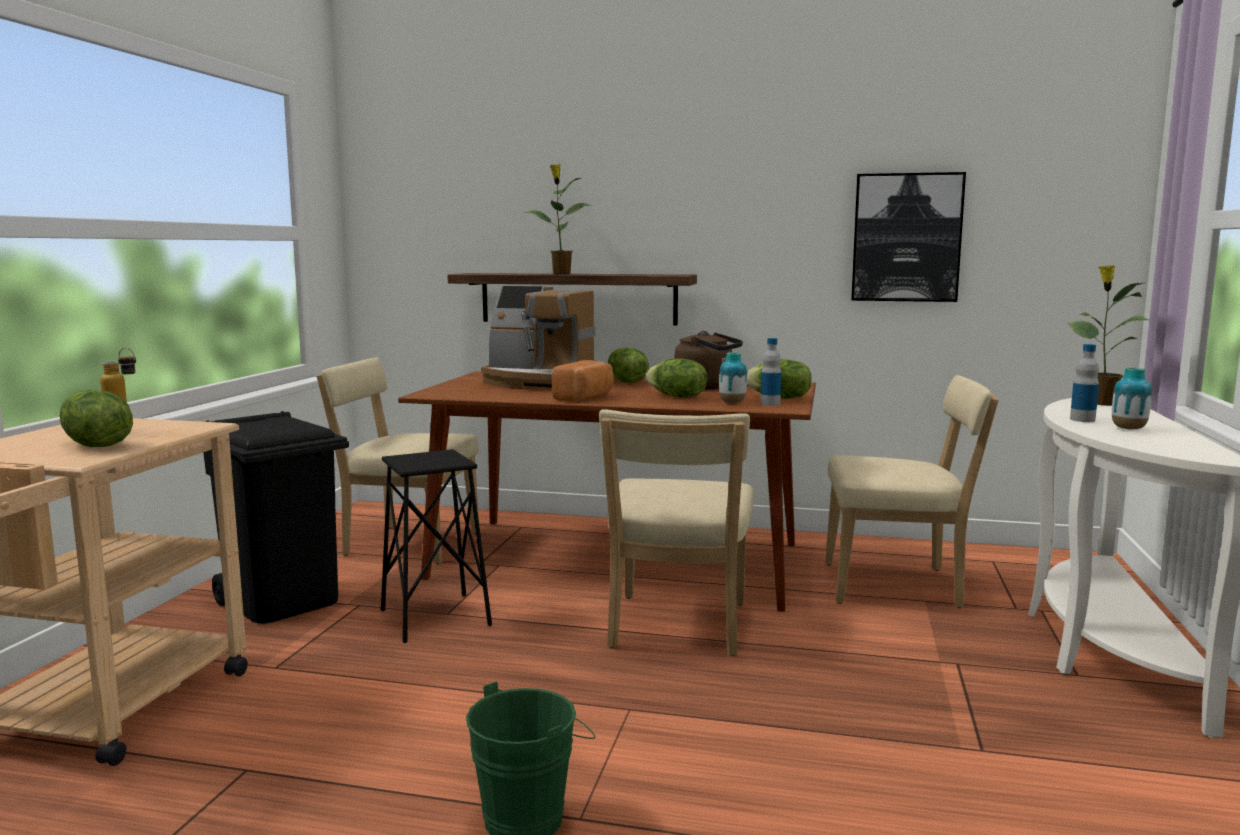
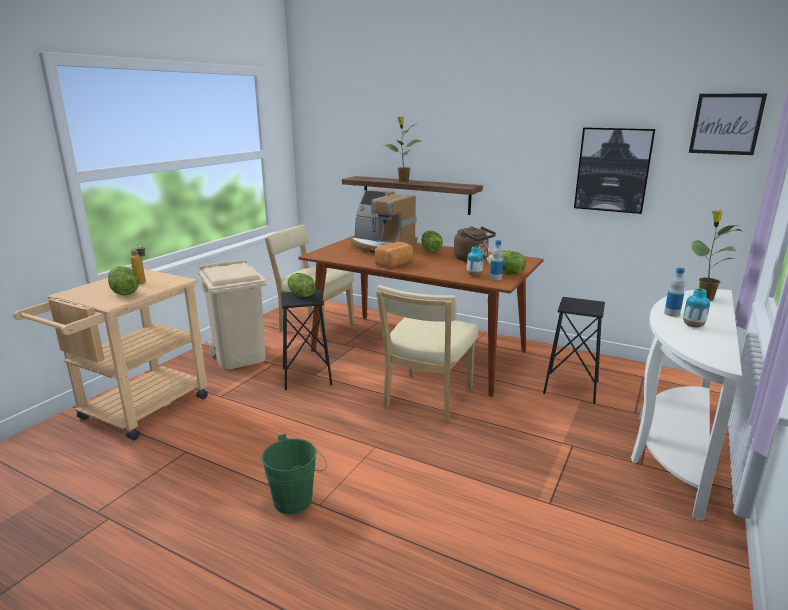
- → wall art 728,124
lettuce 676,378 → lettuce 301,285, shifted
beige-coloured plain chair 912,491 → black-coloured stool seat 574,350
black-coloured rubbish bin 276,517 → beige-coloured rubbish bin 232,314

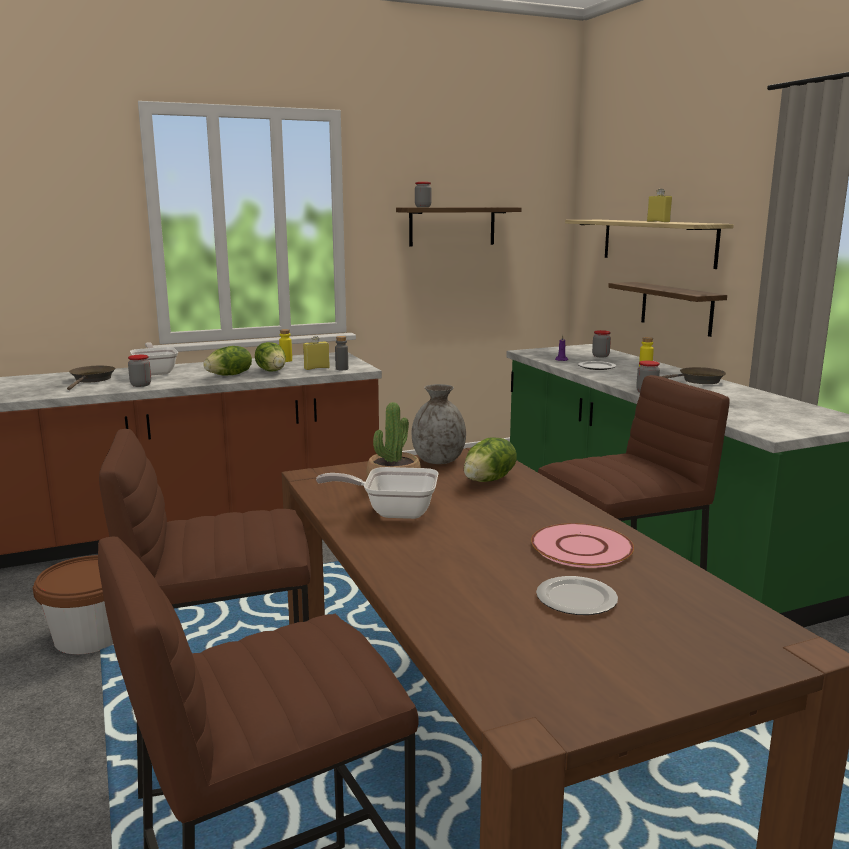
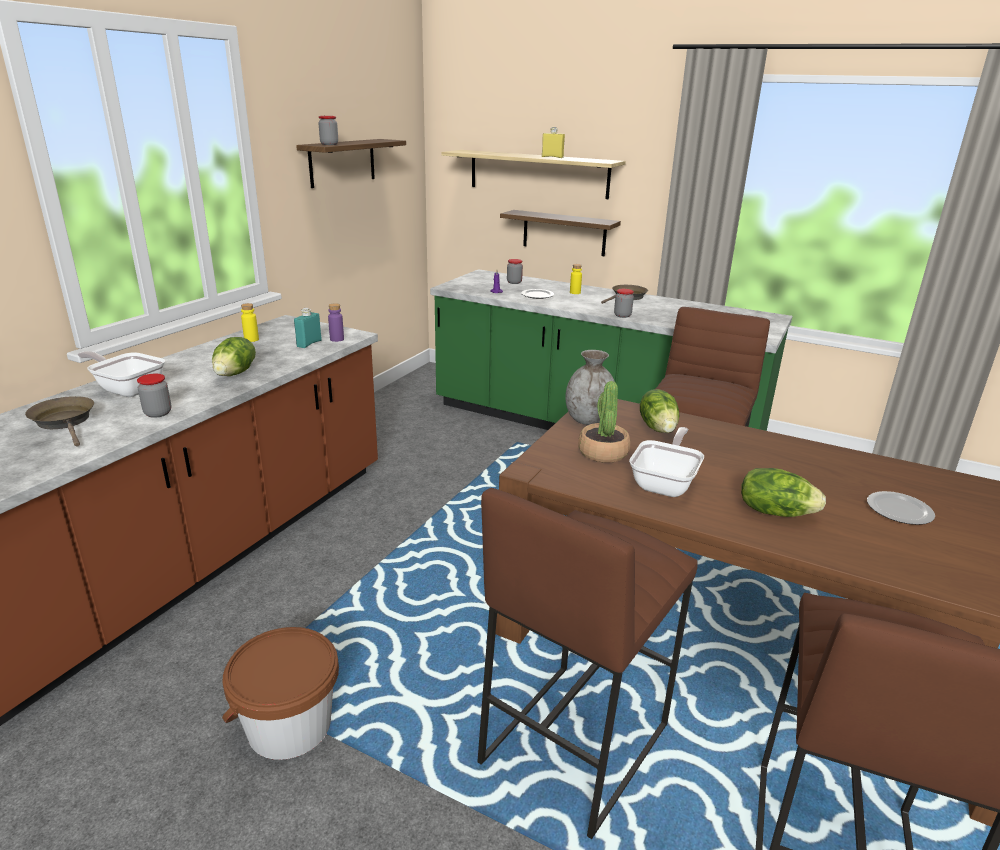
pink-coloured plate 582,545 → -
lettuce 270,356 → lettuce 783,492, shifted
yellow bottle 316,353 → turquoise bottle 308,328
grey bottle 341,353 → purplish bottle 336,322
pan 377,493 → pan 666,462, 150 degrees clockwise

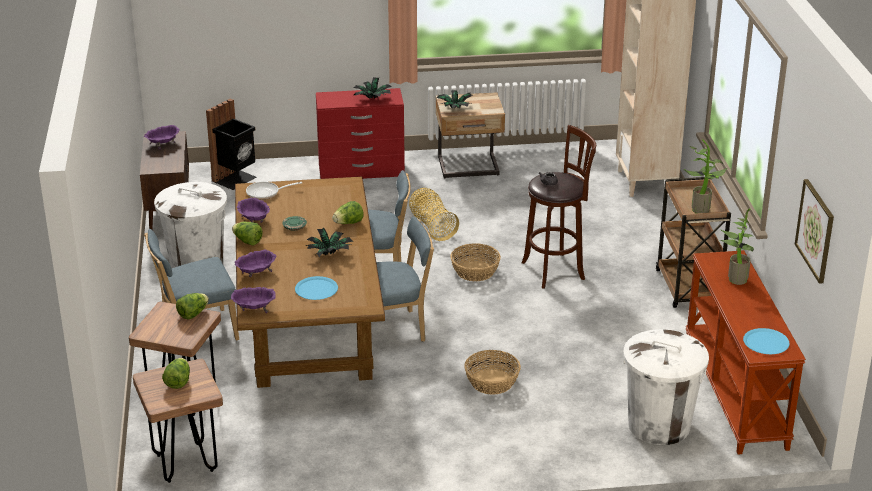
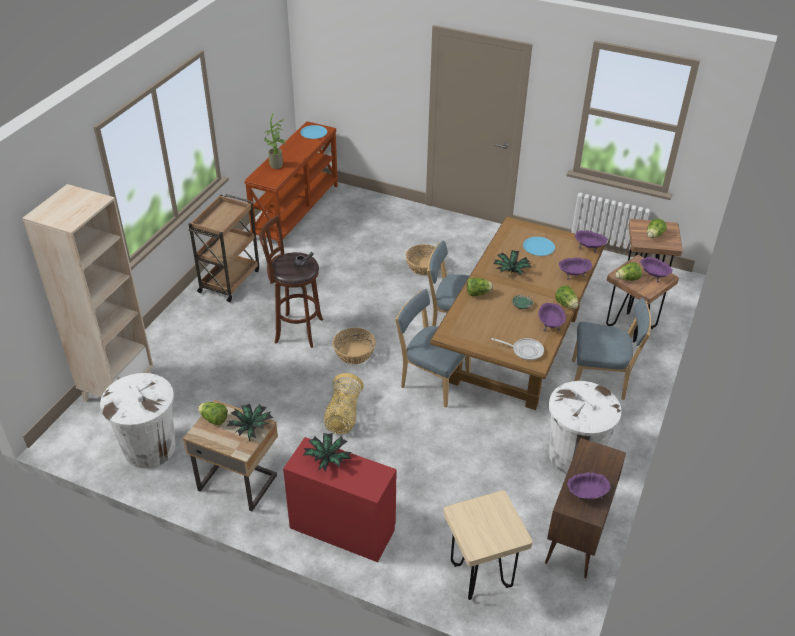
houseplant 705,176 → -
wall art 814,231 → -
- → lettuce 213,413
- → purplish deep dish 656,269
whitish rubbish bin 666,387 → whitish rubbish bin 138,420, shifted
black-coloured rubbish bin 231,144 → beige-coloured stool seat 488,545

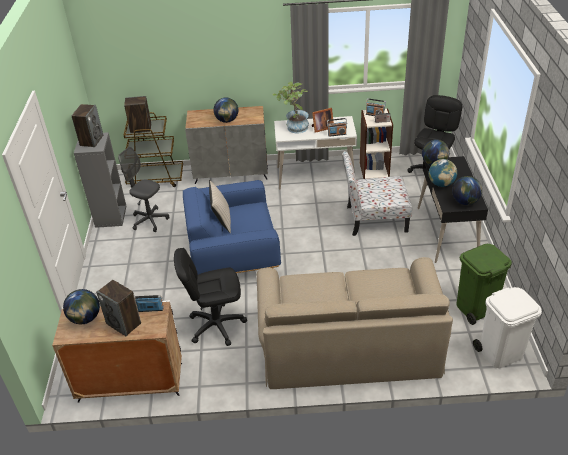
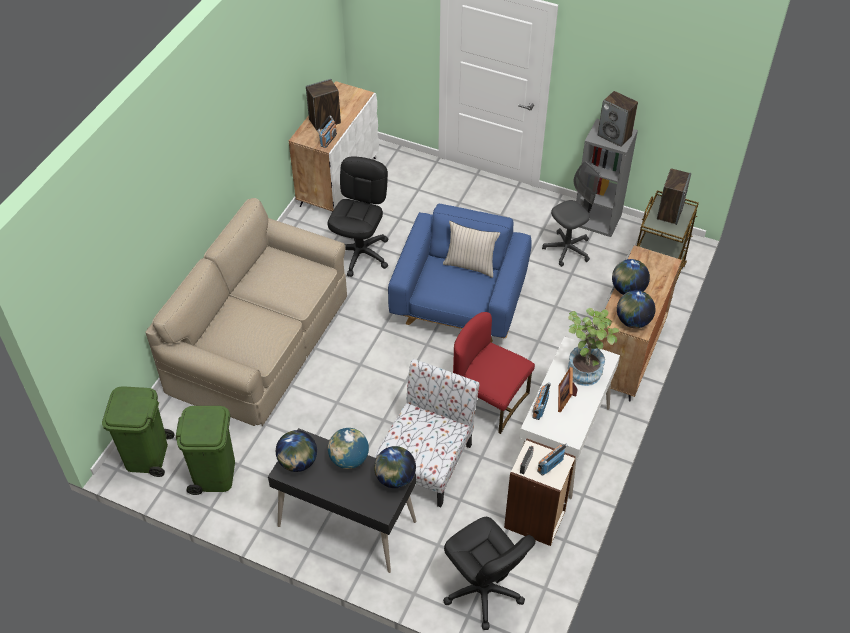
- → reddish plain chair 494,373
globe 81,306 → globe 636,309, shifted
whitish rubbish bin 507,327 → green-coloured rubbish bin 138,431

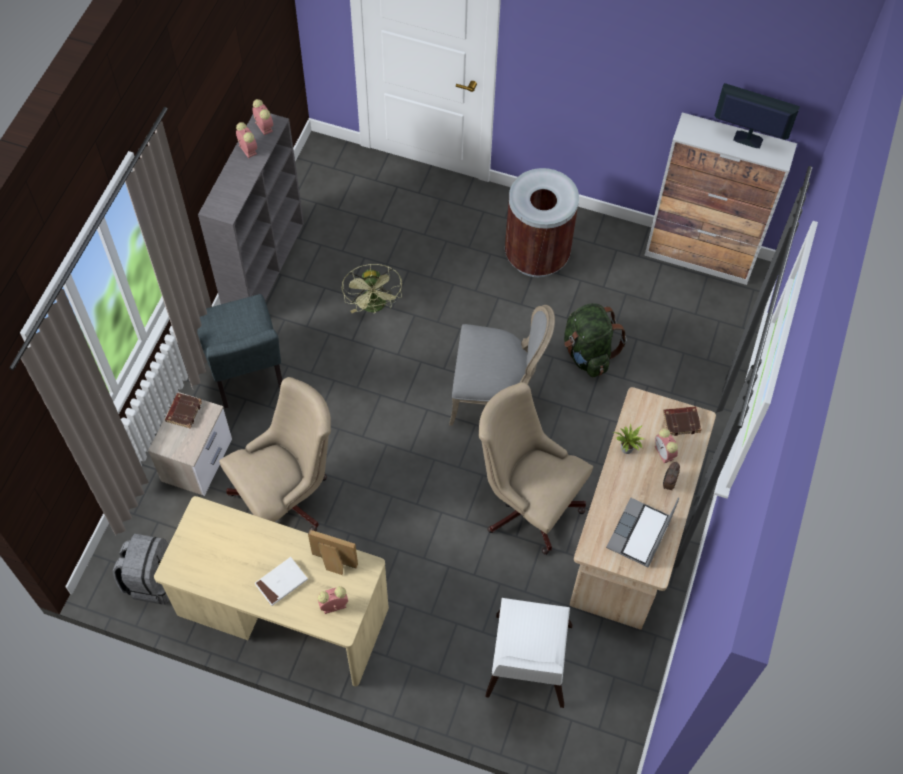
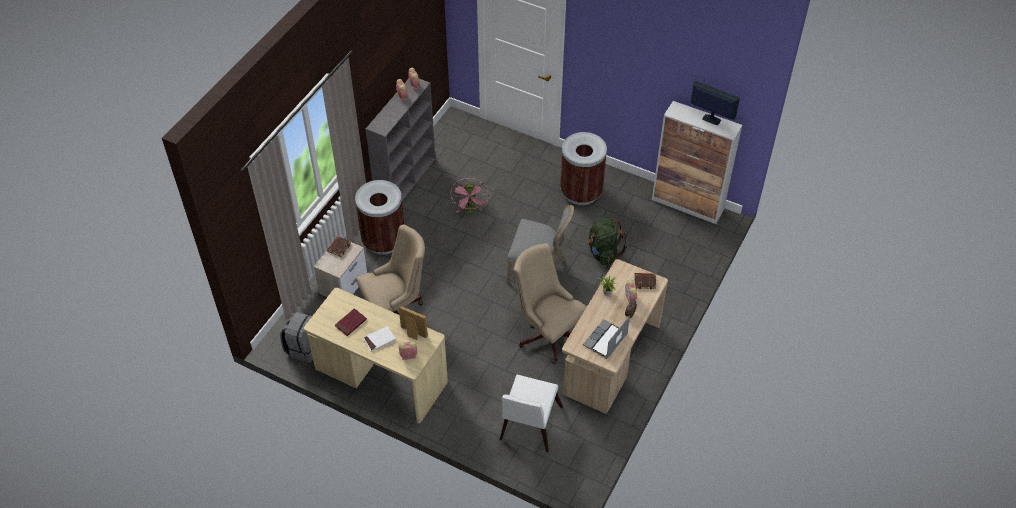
- → reddish book 351,322
grey plain chair 240,351 → brown rubbish bin 379,217
green-coloured cooling fan 372,288 → pink-coloured cooling fan 470,196

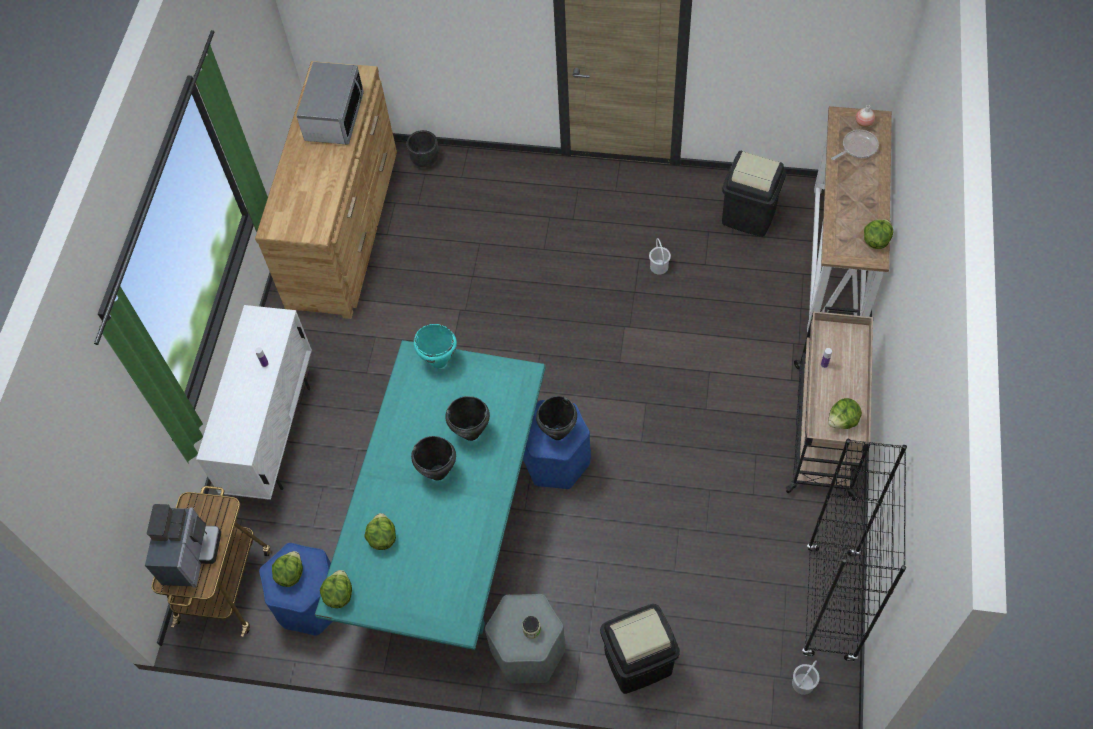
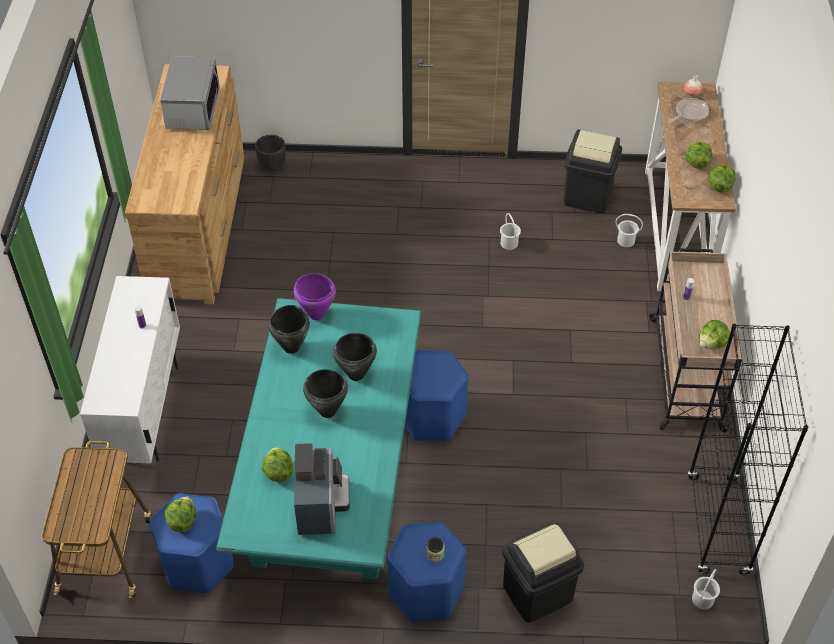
- → whitish water bucket 629,230
coffee brewer 183,546 → coffee brewer 322,489, shifted
lettuce 336,589 → lettuce 699,155, shifted
black-coloured cooking pot 556,418 → black-coloured cooking pot 289,329, shifted
turquoise cooking pot 435,346 → purplish cooking pot 315,296
grey stool seat 525,639 → bluish stool seat 426,571

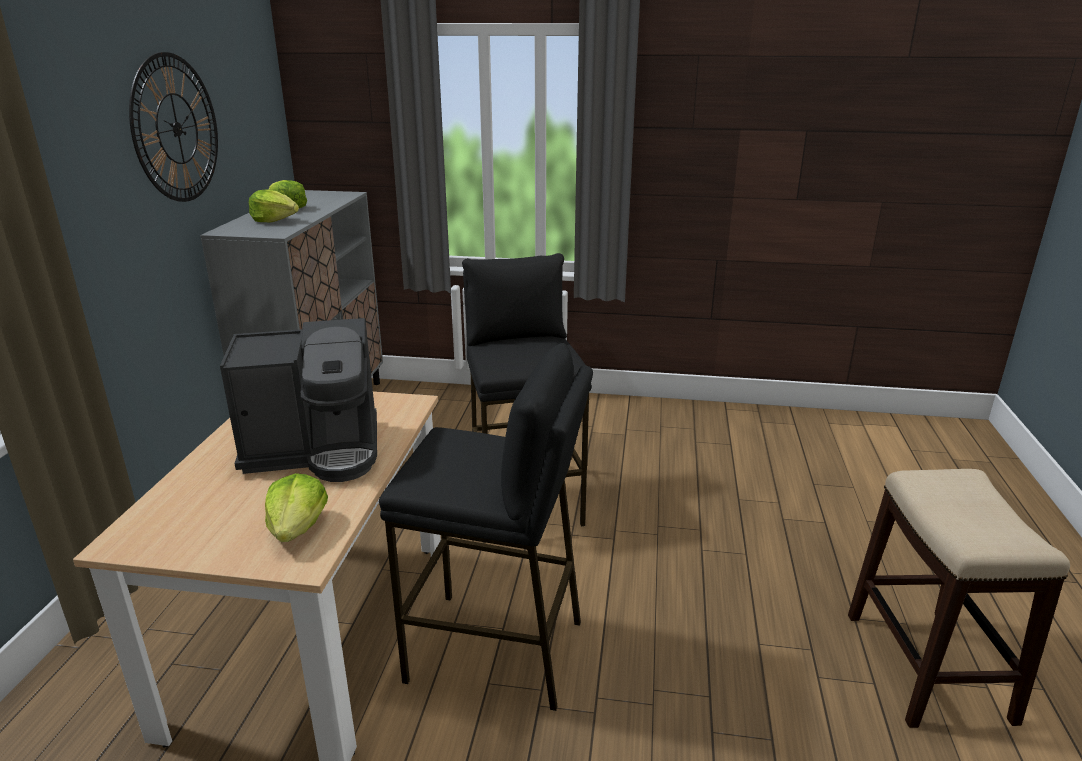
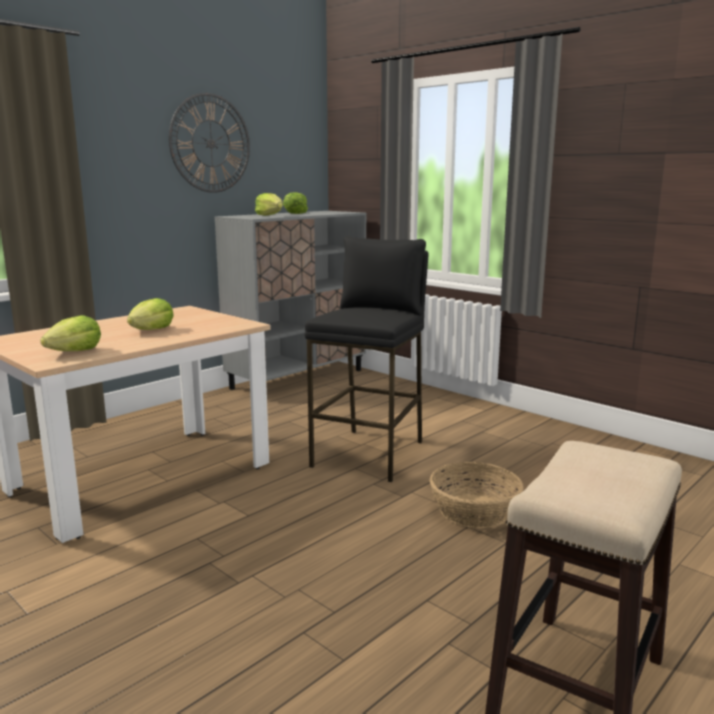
black-coloured stool seat 486,527 → -
- → storage basket 476,495
coffee brewer 298,400 → lettuce 150,314

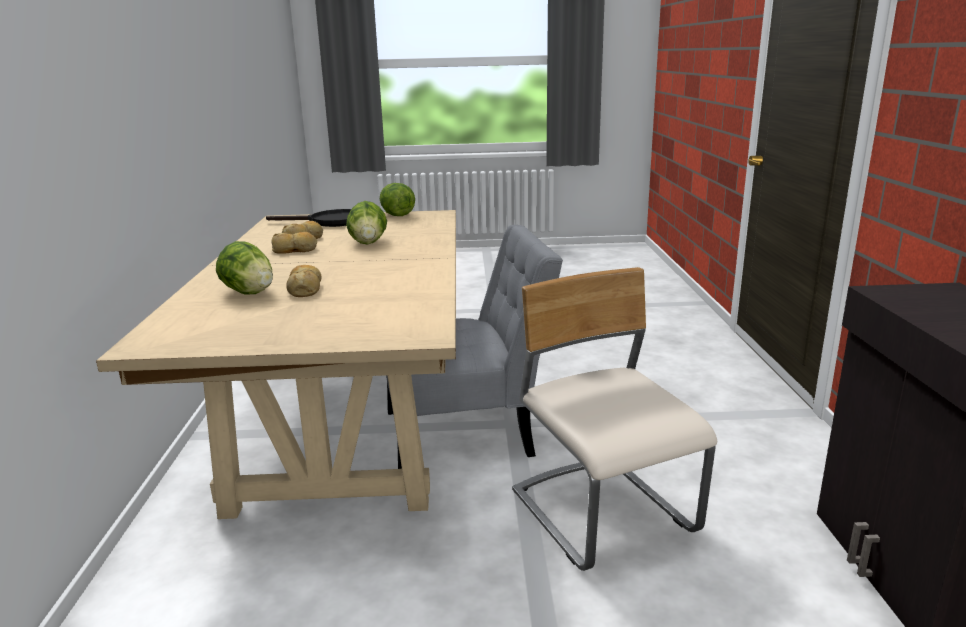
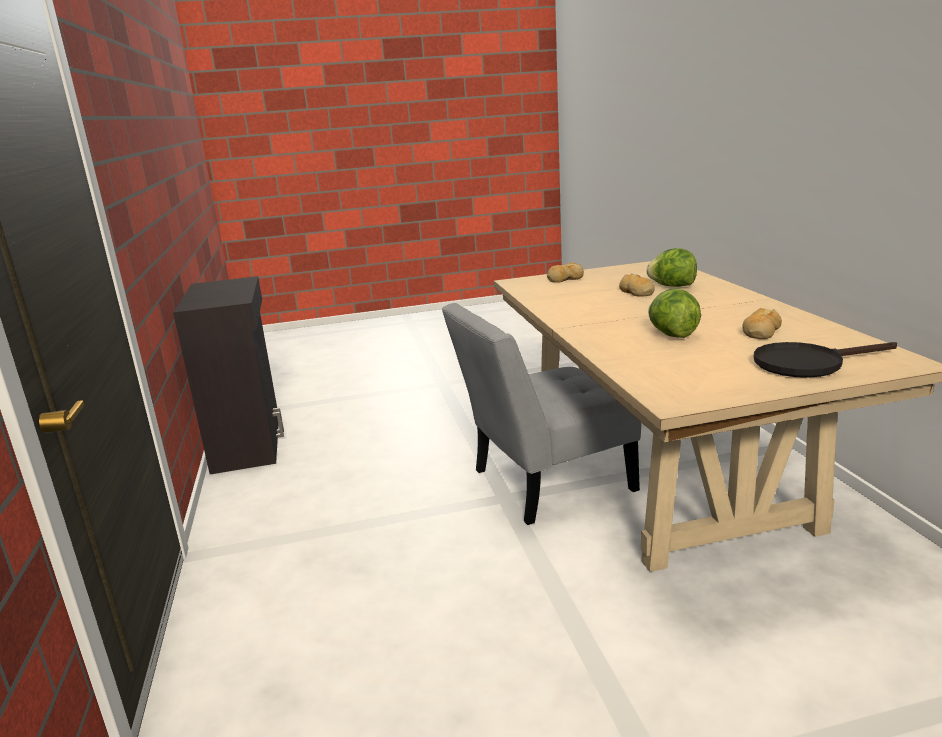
lettuce 397,199 → -
beige-coloured plain chair 614,419 → -
bakery bread 294,243 → bakery bread 565,272, shifted

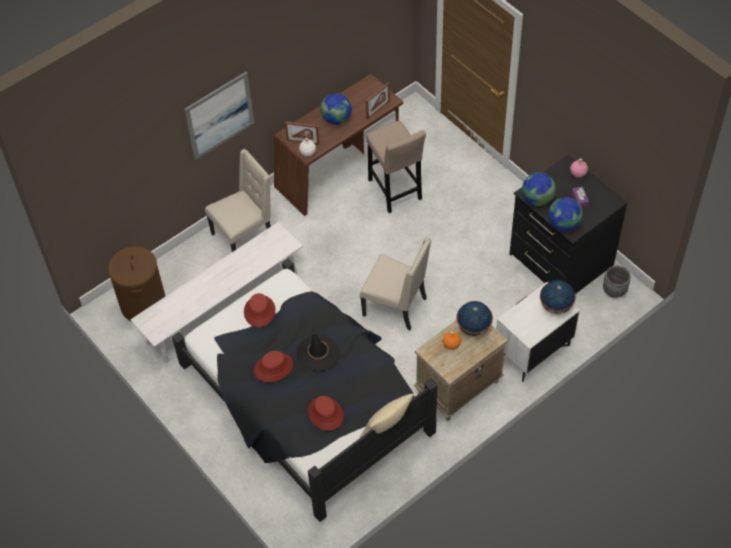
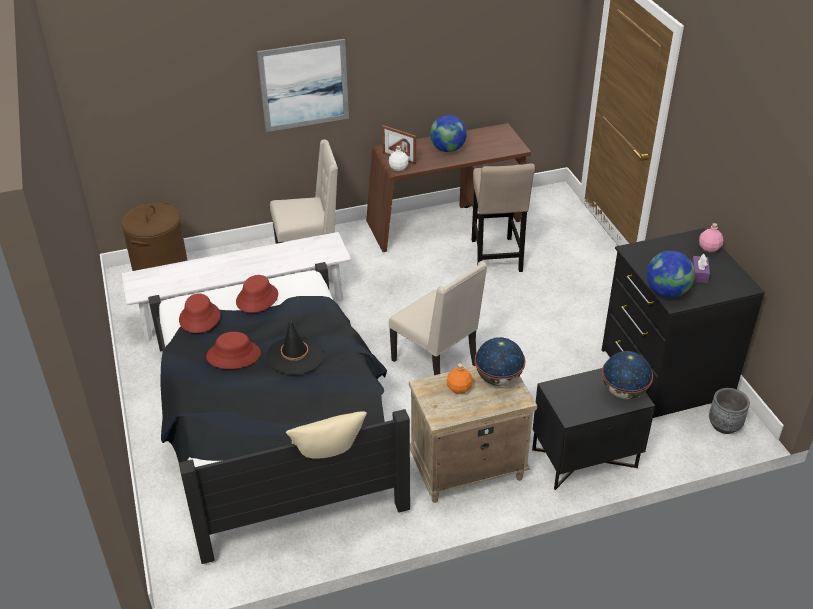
standing frame 378,101 → -
globe 539,189 → -
reddish hat 326,413 → reddish hat 199,313, shifted
whitish night table 538,332 → black-coloured night table 593,429

